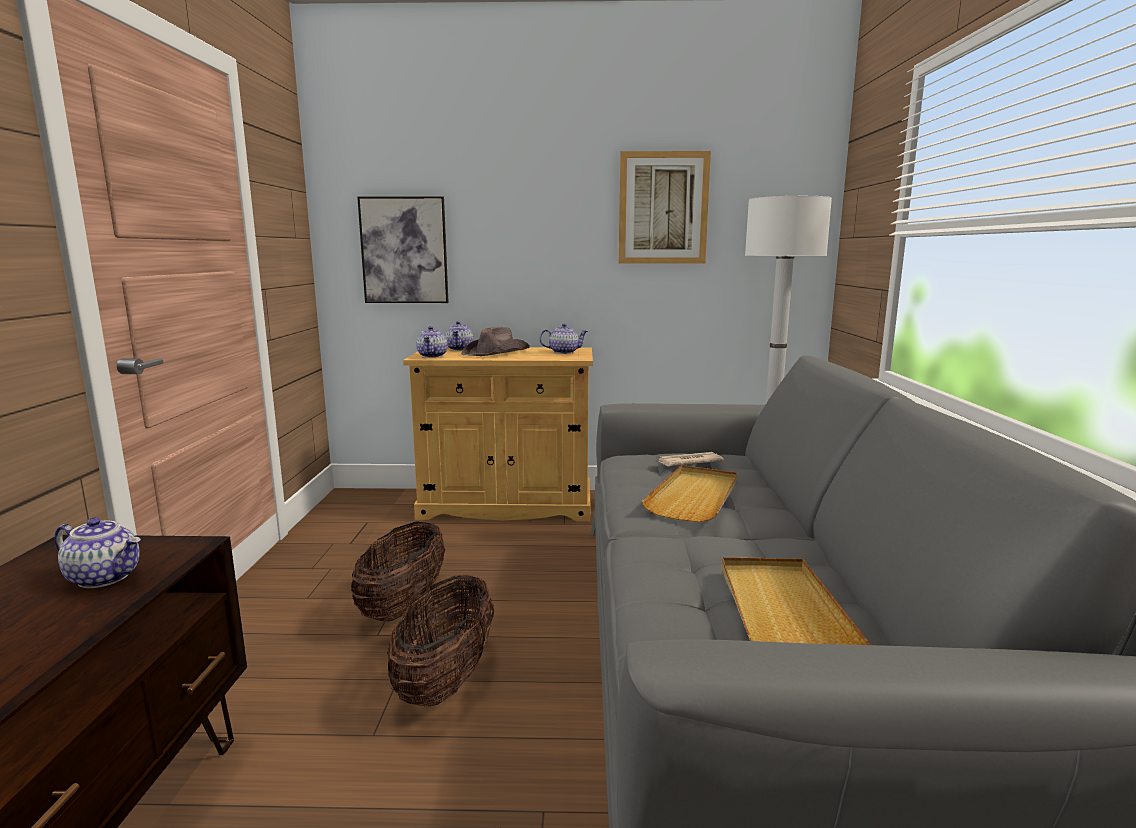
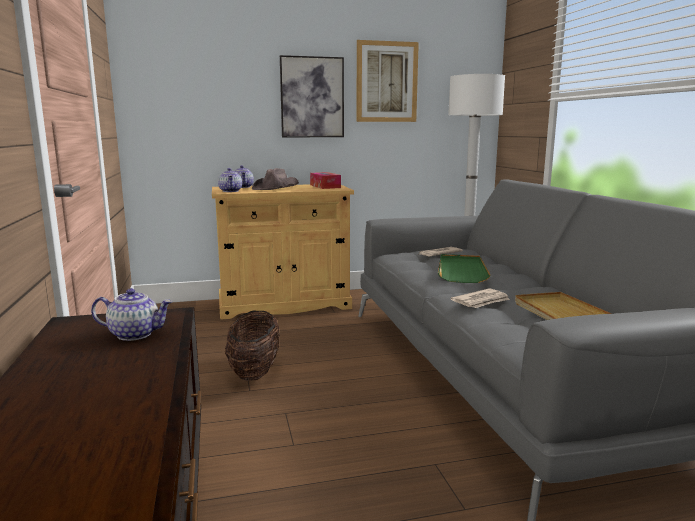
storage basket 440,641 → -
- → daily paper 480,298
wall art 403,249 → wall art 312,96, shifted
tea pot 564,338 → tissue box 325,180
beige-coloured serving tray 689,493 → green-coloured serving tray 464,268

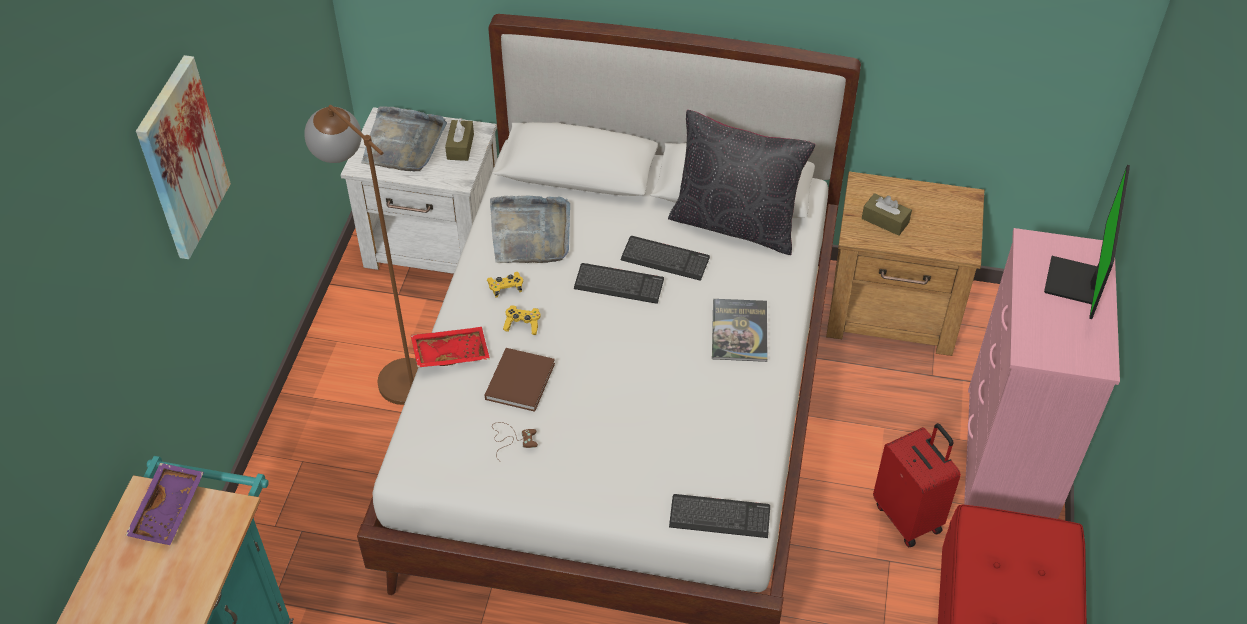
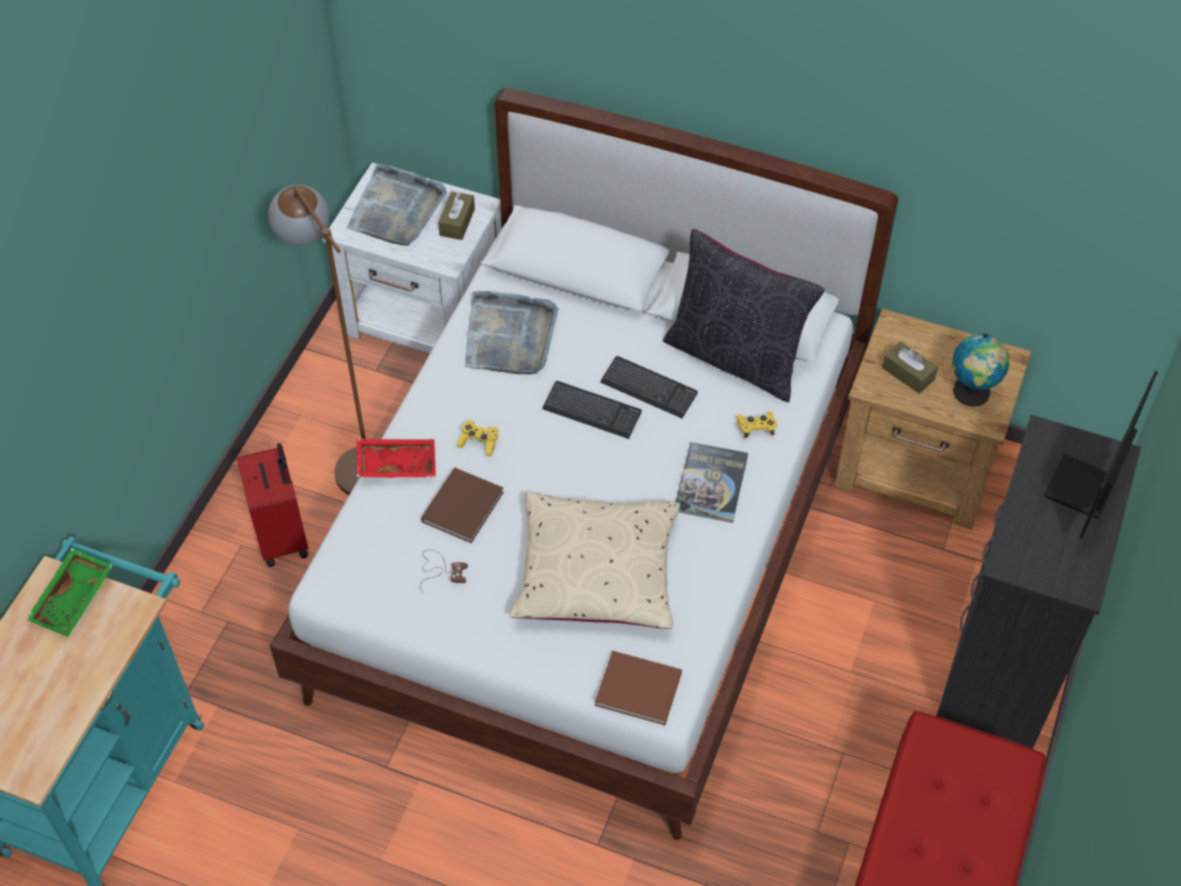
wall art 183,157 → -
- → beige-coloured cushion 594,561
- → globe 980,370
yellow joypad 505,285 → yellow joypad 756,425, shifted
reddish suitcase 917,485 → reddish suitcase 273,505, shifted
keyboard 719,516 → brown book 638,688
purplish serving tray 164,504 → green-coloured serving tray 69,592
pink-coloured drawer chest 1042,373 → black-coloured drawer chest 1038,582

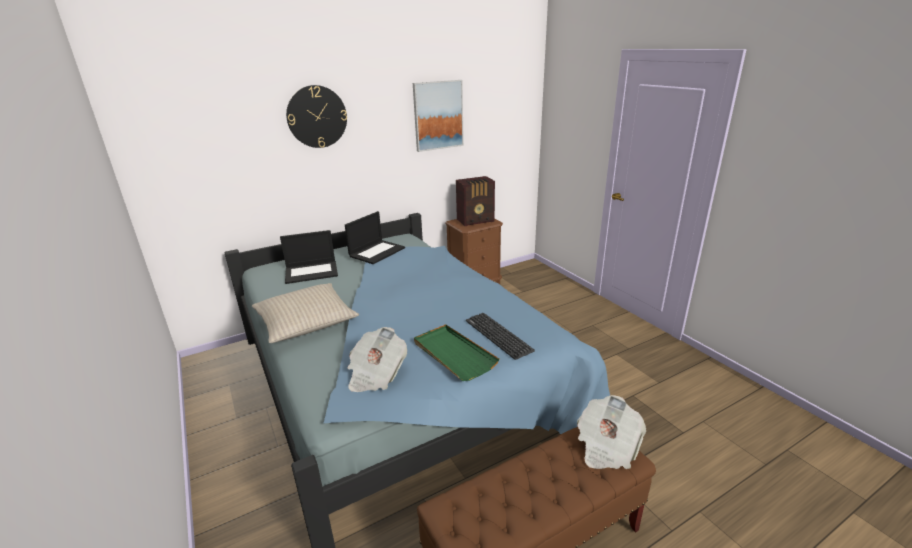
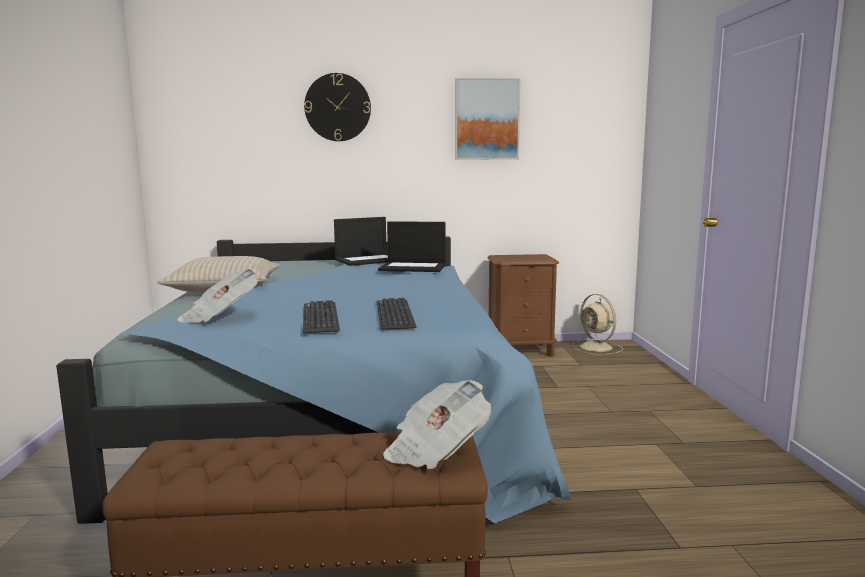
radio 475,201 → -
- → beige-coloured cooling fan 597,324
laptop 309,257 → laptop 412,246, shifted
green-coloured serving tray 456,352 → keyboard 321,316

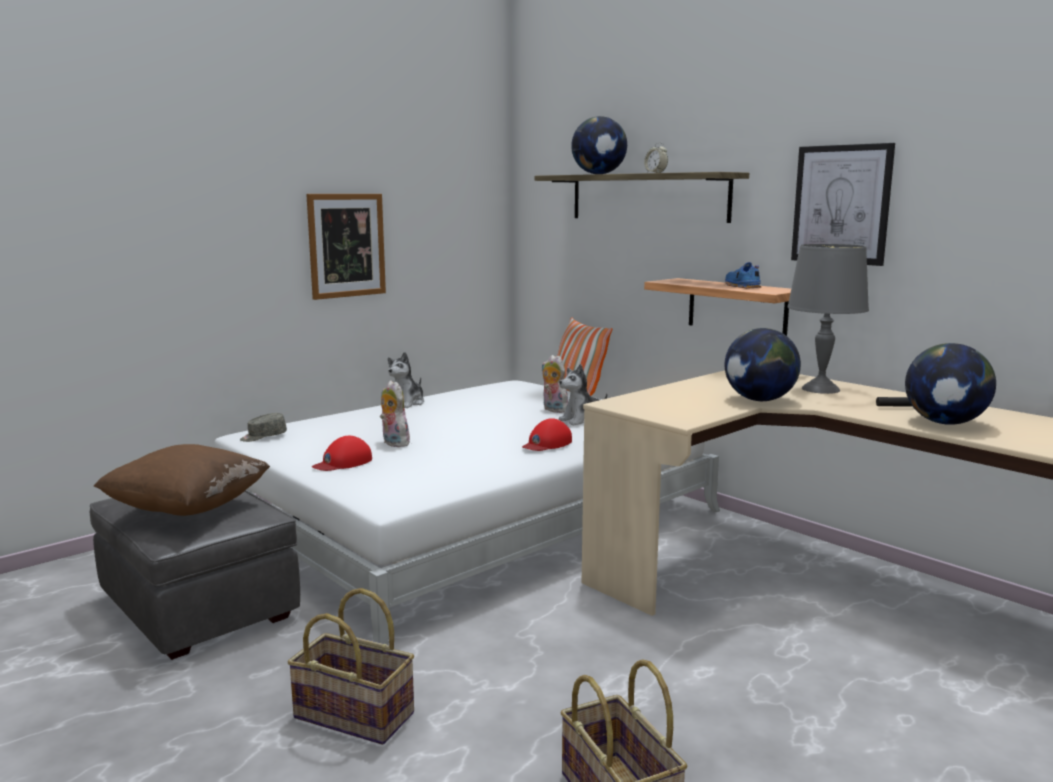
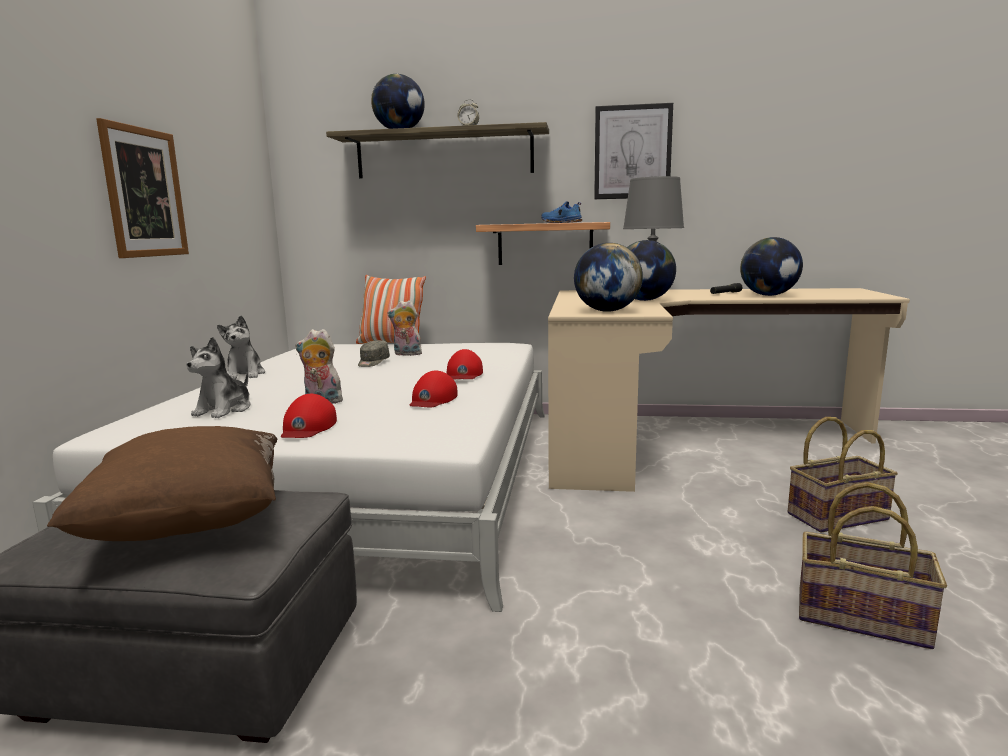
- → reddish cap 433,388
- → globe 608,277
grey cap 263,427 → grey cap 374,353, shifted
storage basket 351,666 → storage basket 843,475, shifted
cuddly toy 583,395 → cuddly toy 218,377, shifted

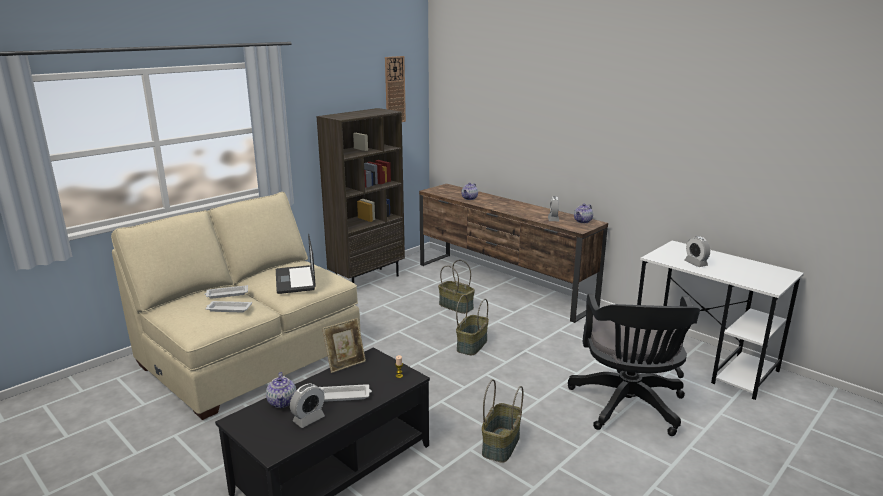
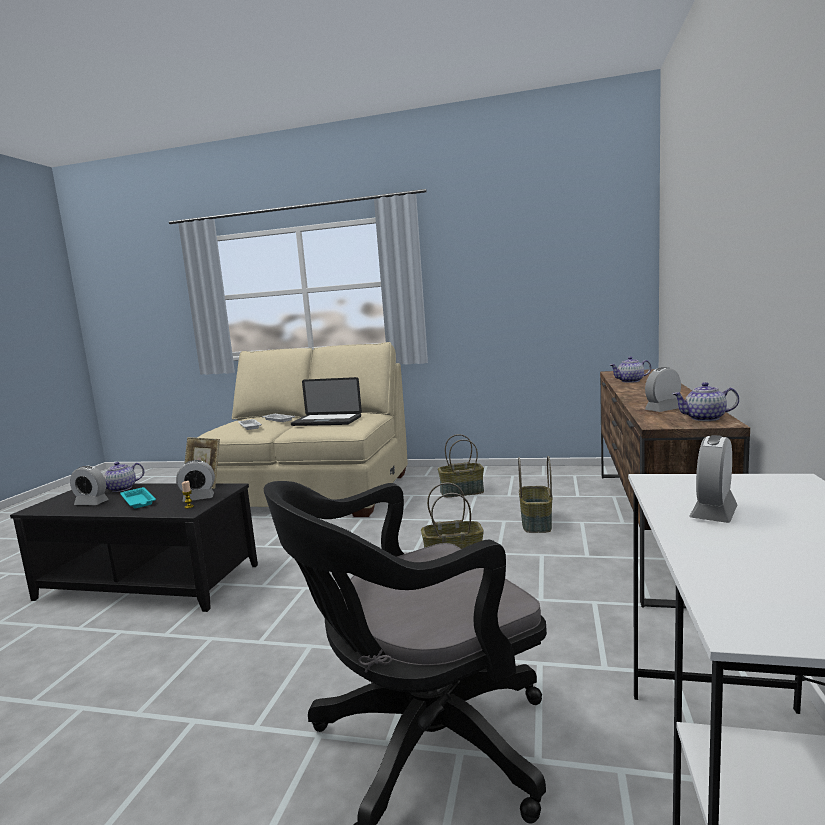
brown bookcase 360,195 → -
hanging clock 395,89 → -
- → bedside clock 195,481
storage basket 502,420 → storage basket 461,465, shifted
whitish serving tray 345,393 → turquoise serving tray 138,498
laptop 296,263 → laptop 326,401, 120 degrees counterclockwise

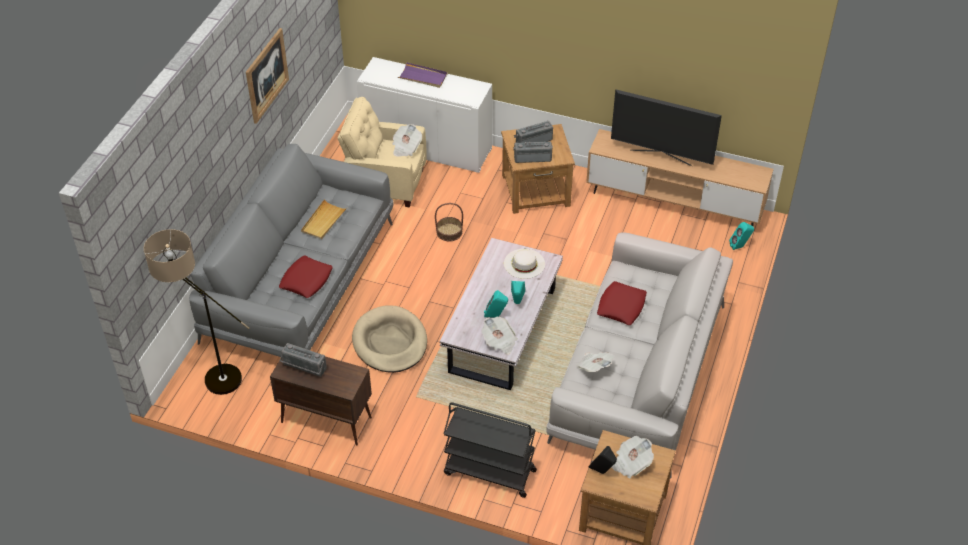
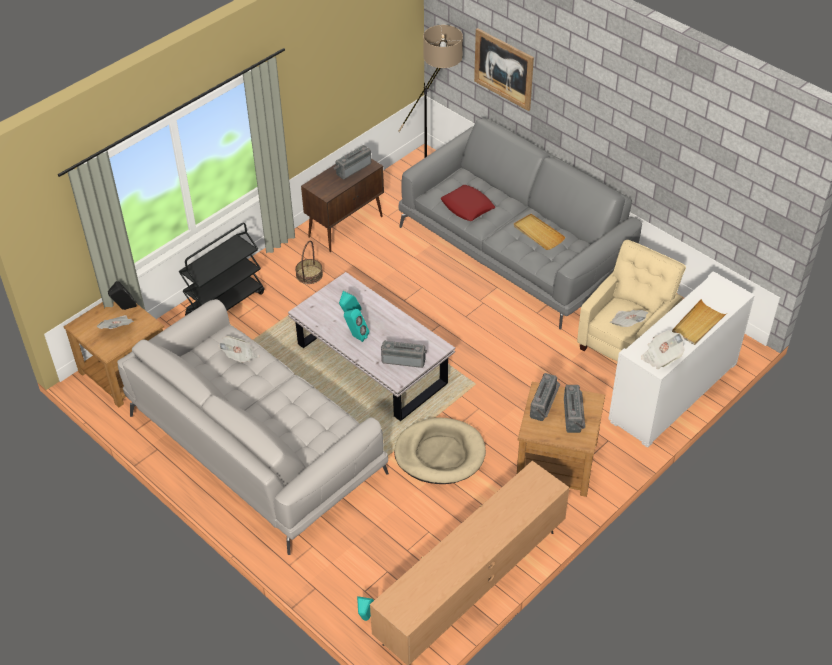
reddish cushion 622,303 → -
television 666,127 → -
wall art 267,76 → wall art 504,69, shifted
beige-coloured pet bed 389,339 → beige-coloured pet bed 440,451, shifted
storage basket 449,222 → storage basket 309,262, shifted
daily paper 499,336 → daily paper 663,349, shifted
whitish hat 524,264 → radio 404,354
purplish serving tray 423,75 → beige-coloured serving tray 699,322

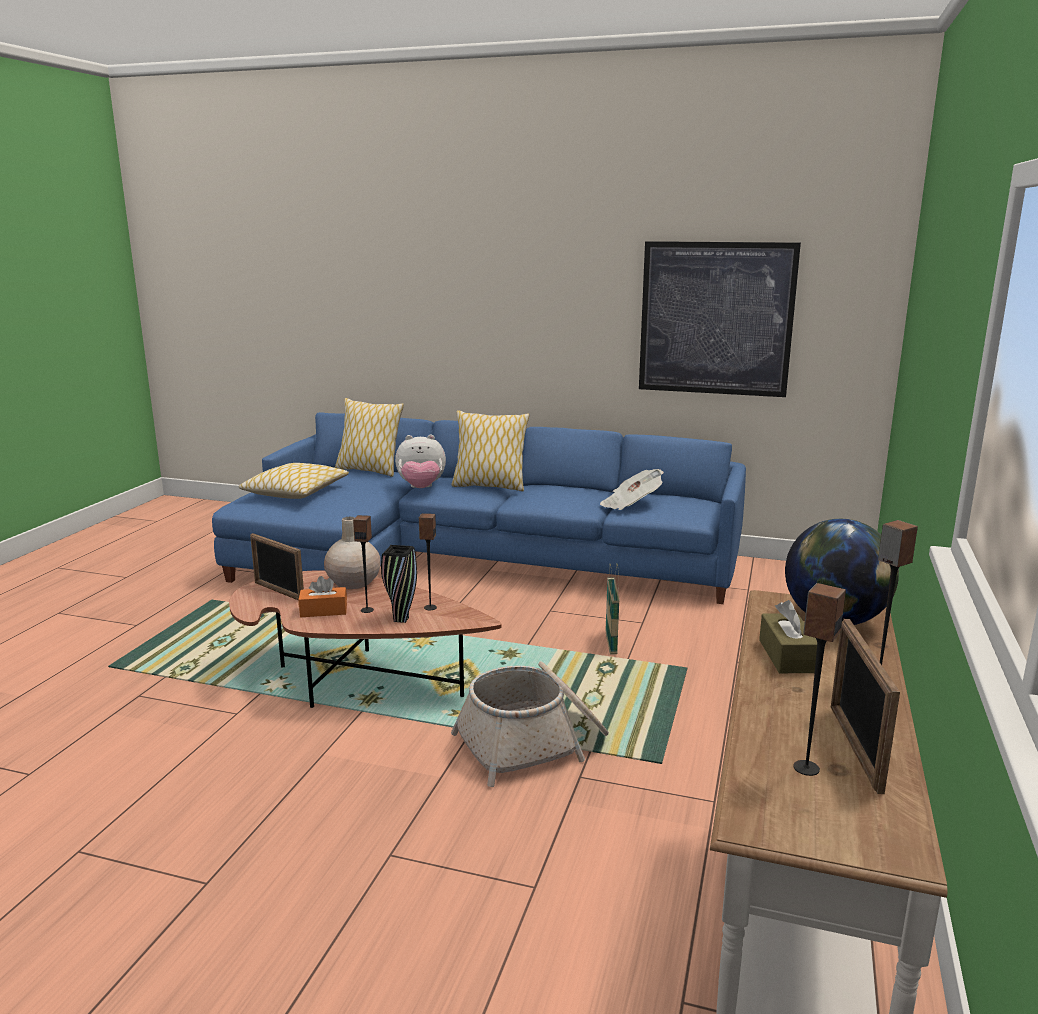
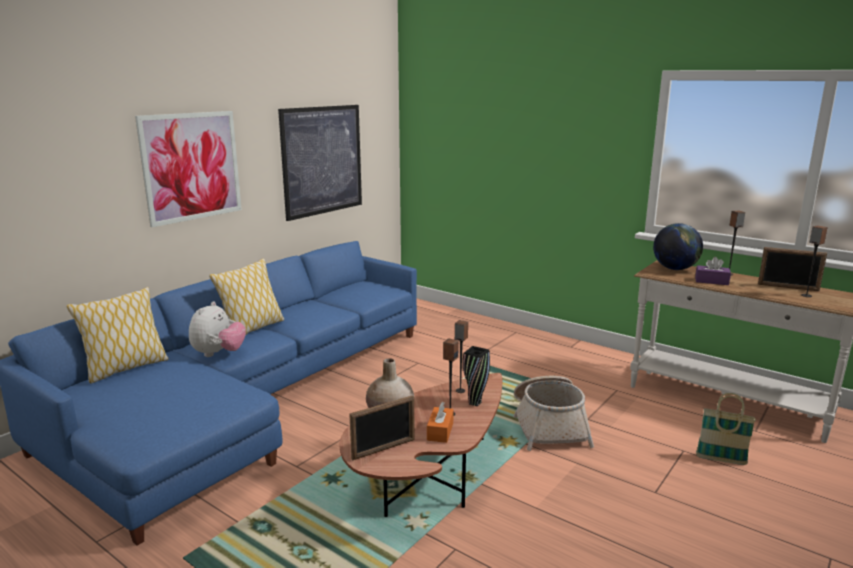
cushion 294,481 → -
daily paper 632,489 → -
- → wall art 188,169
storage basket 613,609 → storage basket 726,429, shifted
brown tissue box 788,636 → purplish tissue box 713,271

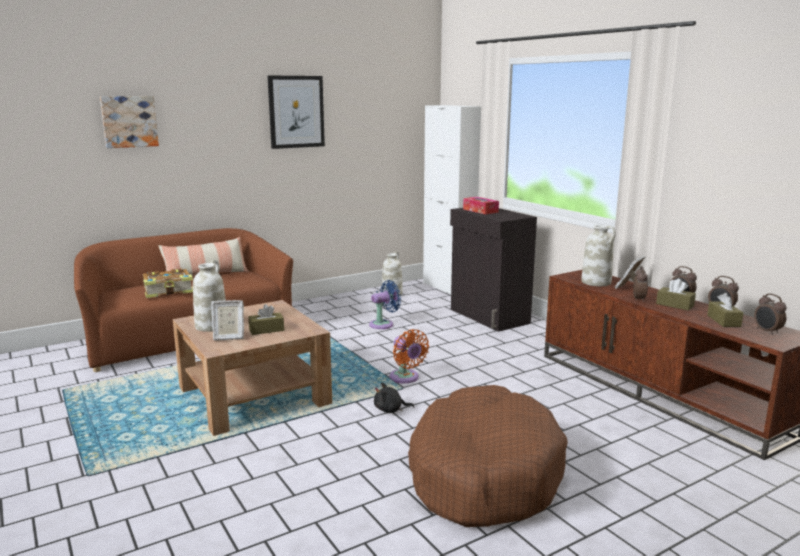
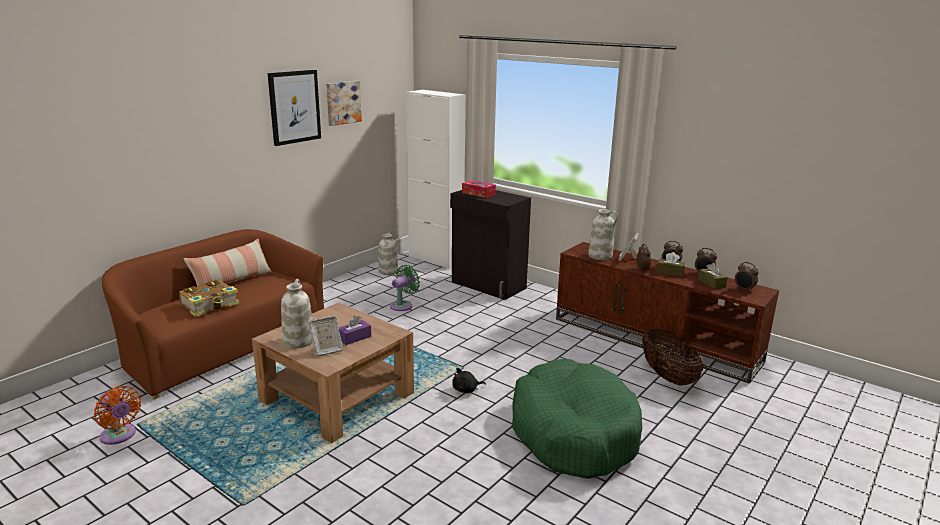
- → storage basket 672,357
wall art 129,122 → wall art 344,103, shifted
orange cooling fan 409,356 → orange cooling fan 117,415, shifted
brown tissue box 266,319 → purplish tissue box 355,330
bluish cooling fan 385,304 → green-coloured cooling fan 405,288
brown pet bed 488,456 → green-coloured pet bed 577,419

